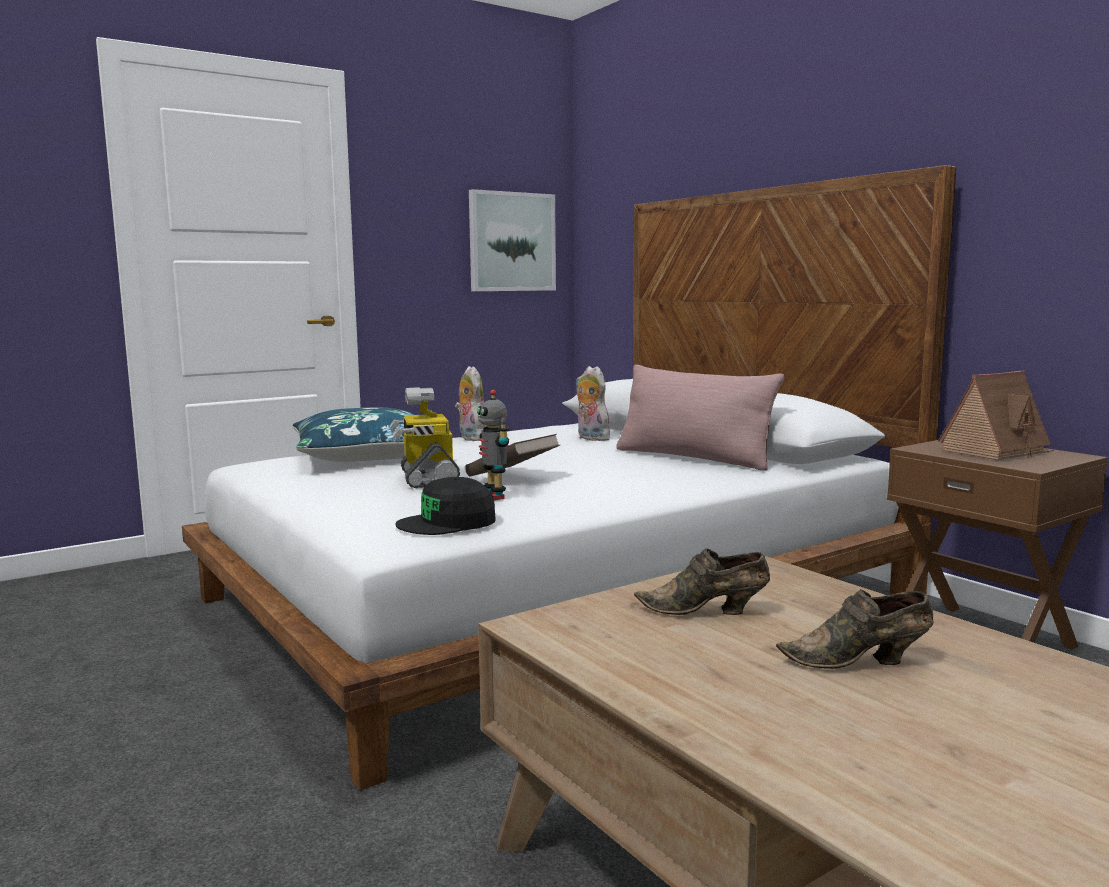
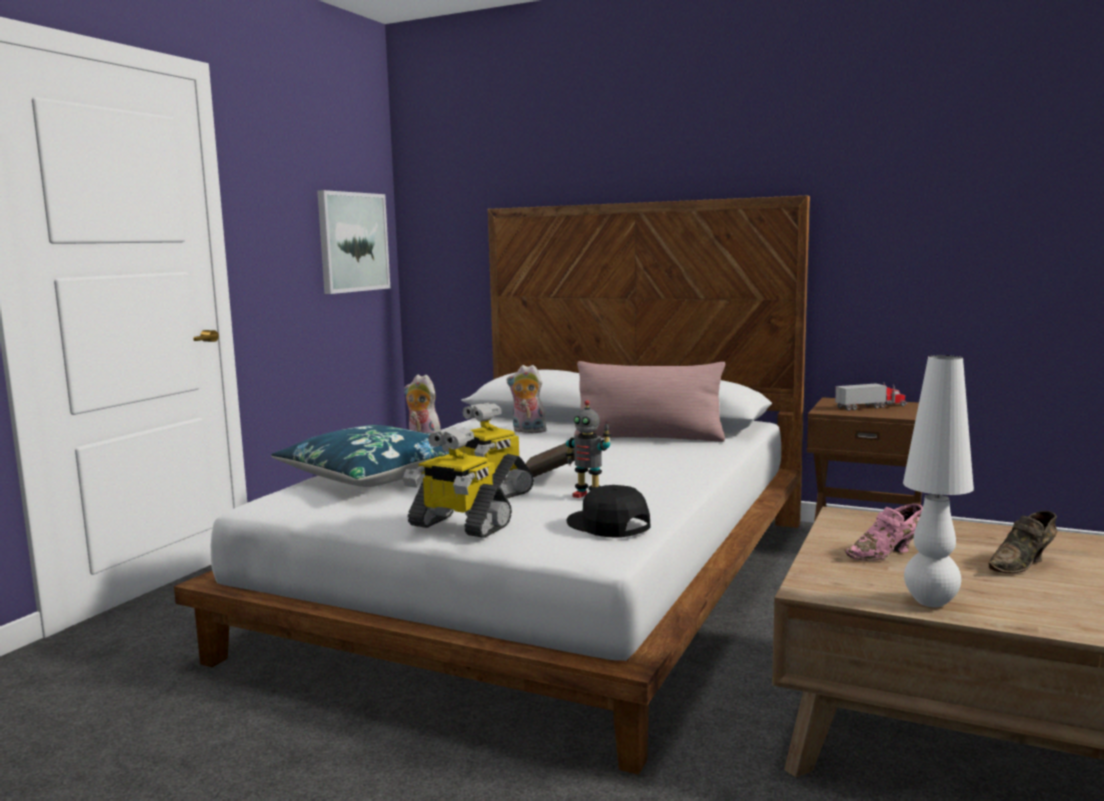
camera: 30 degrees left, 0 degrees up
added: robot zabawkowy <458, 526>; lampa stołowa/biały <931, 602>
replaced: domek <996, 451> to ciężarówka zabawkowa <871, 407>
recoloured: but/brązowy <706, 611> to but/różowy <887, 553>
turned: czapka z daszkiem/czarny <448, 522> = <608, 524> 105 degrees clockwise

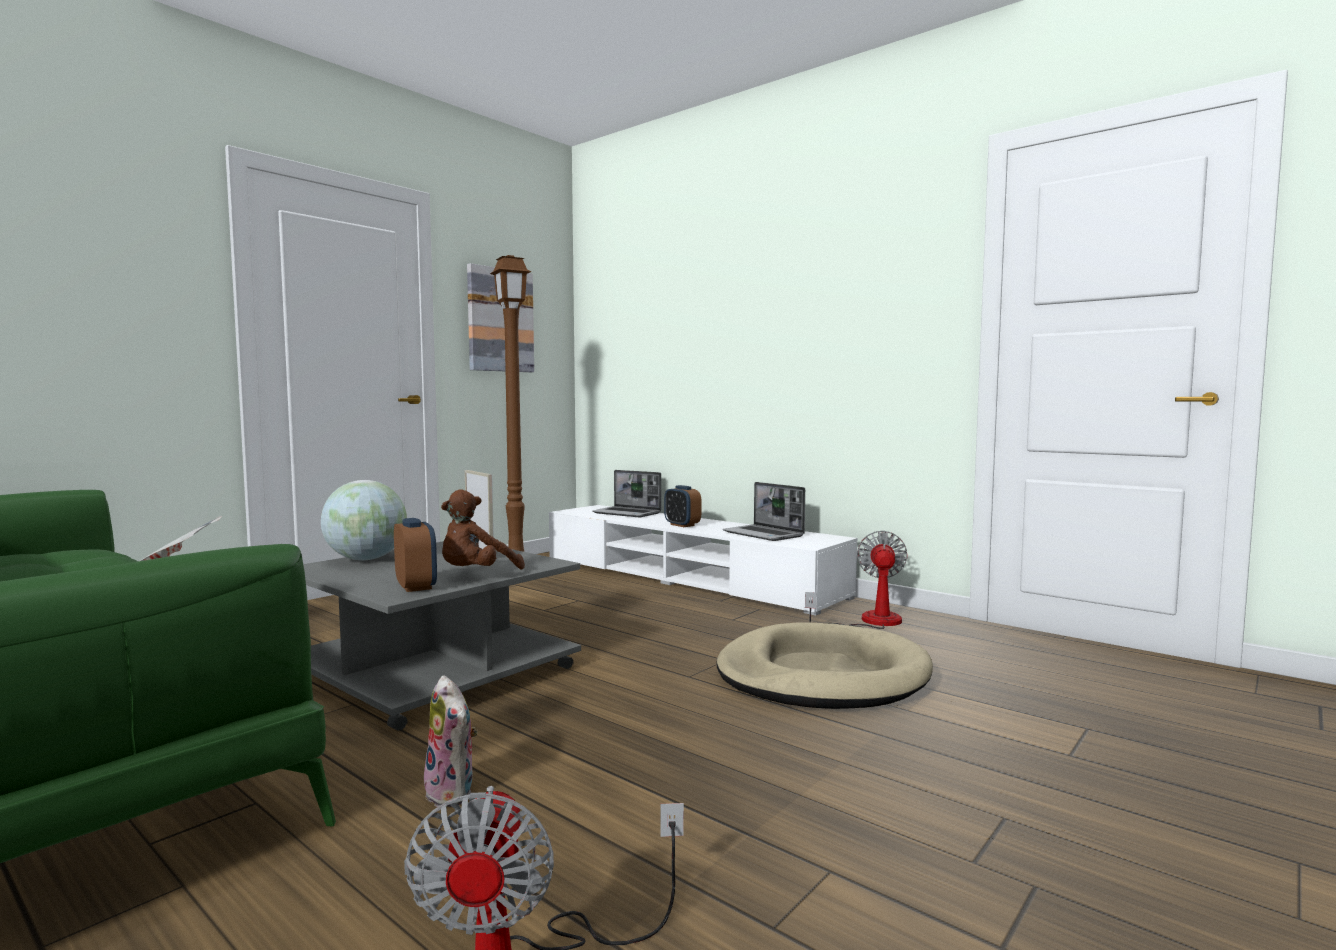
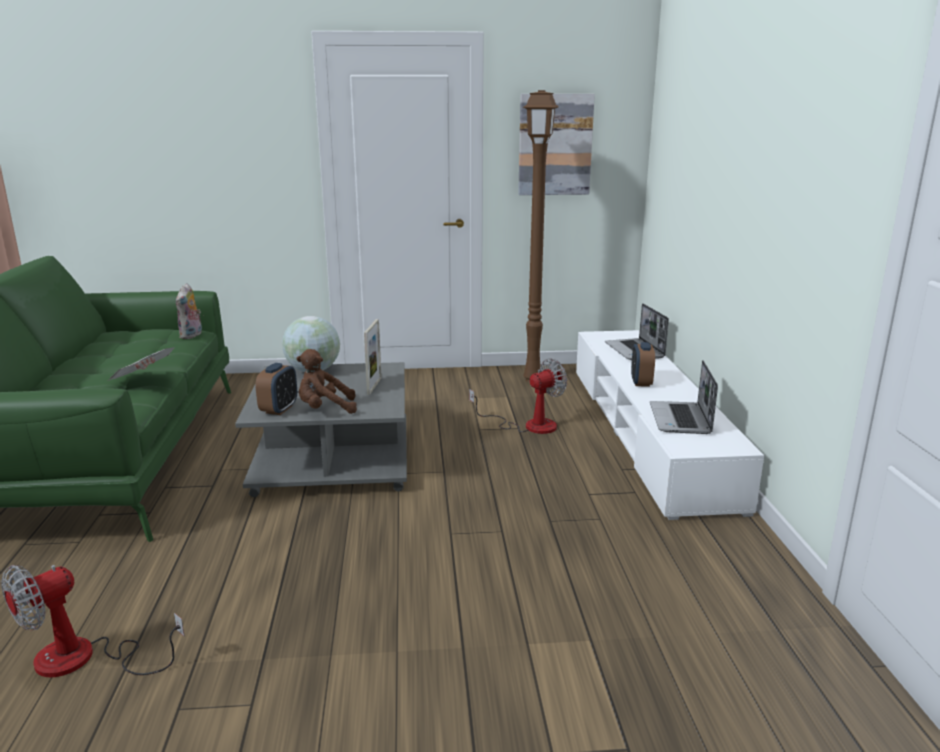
camera: 45 degrees right, 15 degrees up
removed: legowisko/beżowy <821, 676>
moved: pluszak <454, 793> to <192, 335>; wentylator <869, 622> to <529, 425>

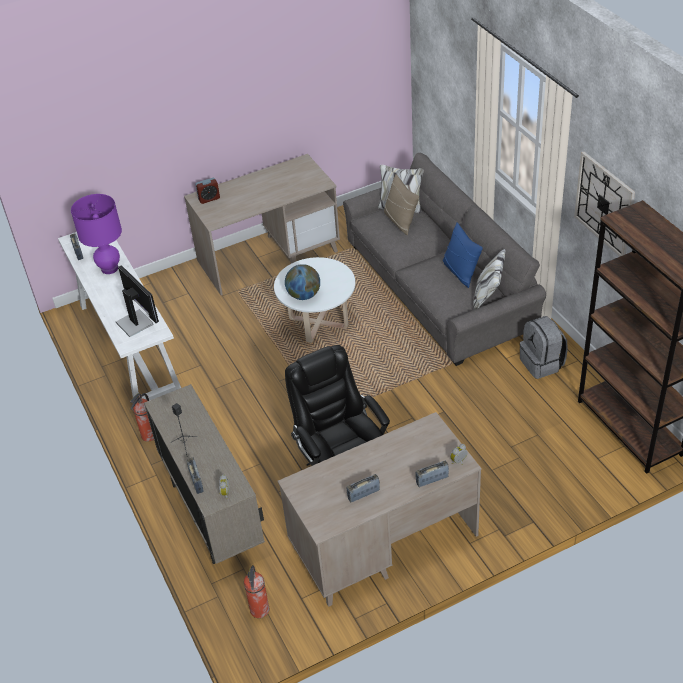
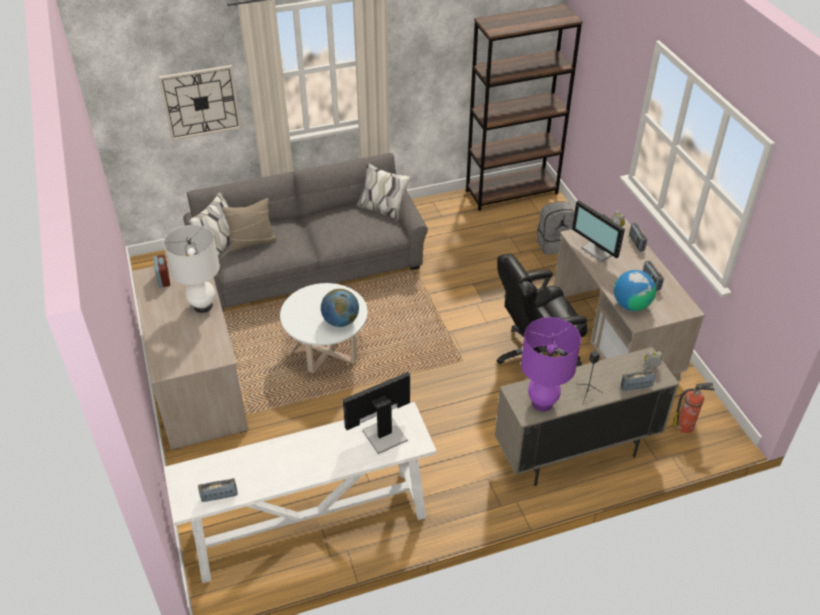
camera: 85 degrees left, 0 degrees up
removed: gaśnica <149, 436>; poduszka/niebieski <461, 272>
added: lampa stołowa/biały <203, 306>; monitor <599, 250>; globus <631, 305>
moved: lampa stołowa/fioletowy <109, 268> to <542, 403>; budzik <209, 199> to <164, 280>; plecak/szary <542, 364> to <554, 243>; zegar ścienny <604, 204> to <200, 102>

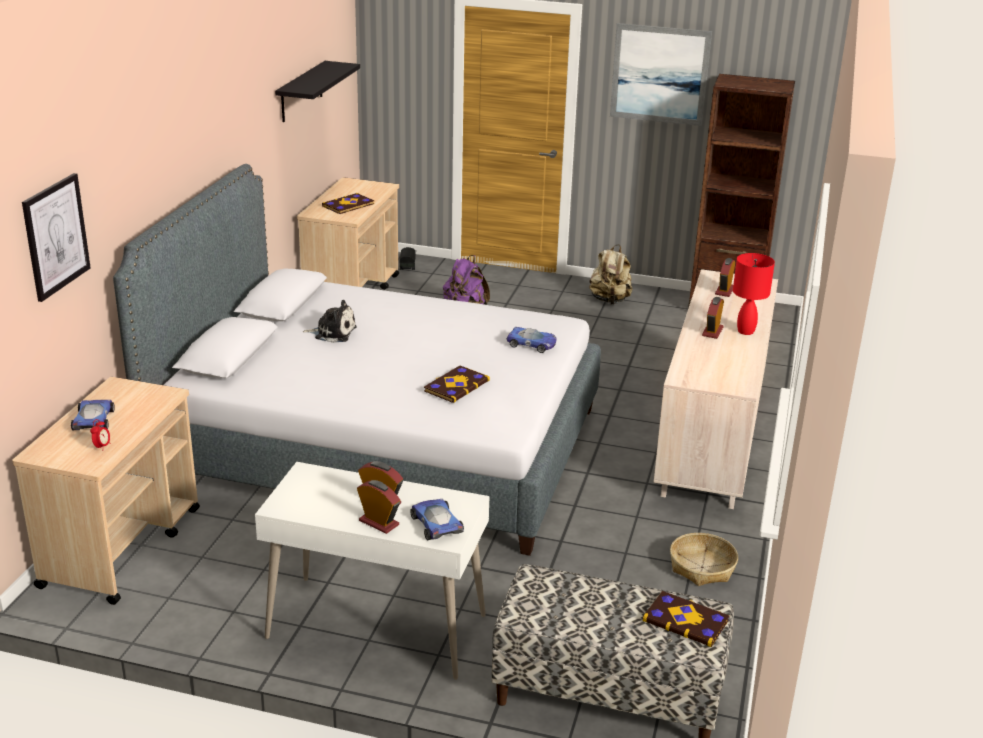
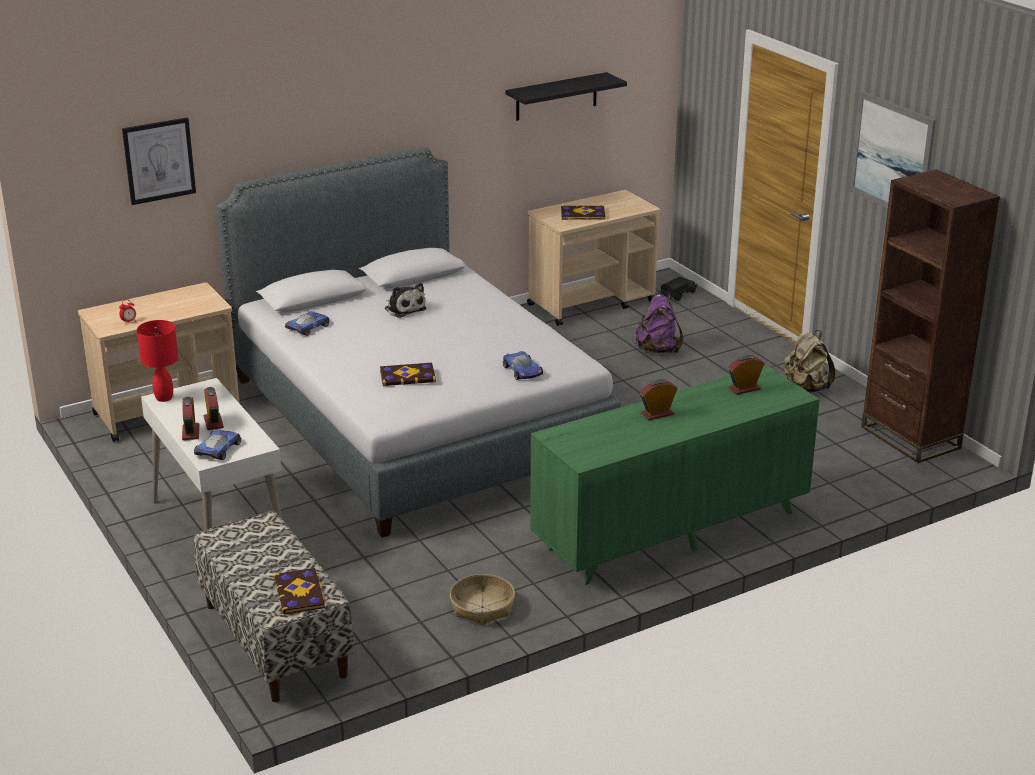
camera: 45 degrees right, 0 degrees up
moved: samochodzik <94, 420> to <308, 327>; lampa stołowa/czerwony <745, 331> to <164, 397>
recoloured: komoda/beżowy <711, 439> to komoda/zielony <671, 531>

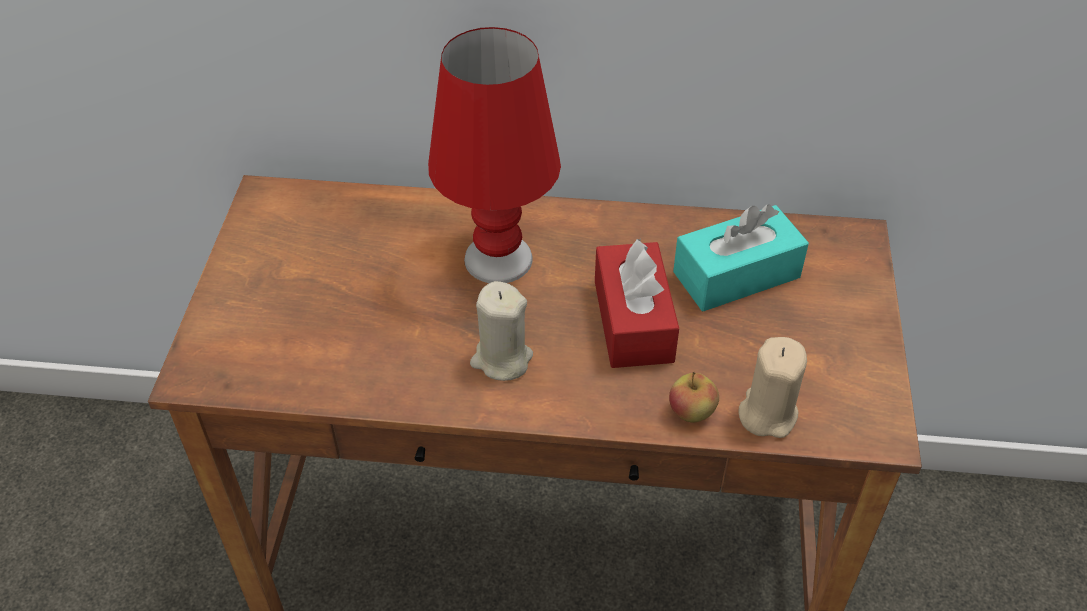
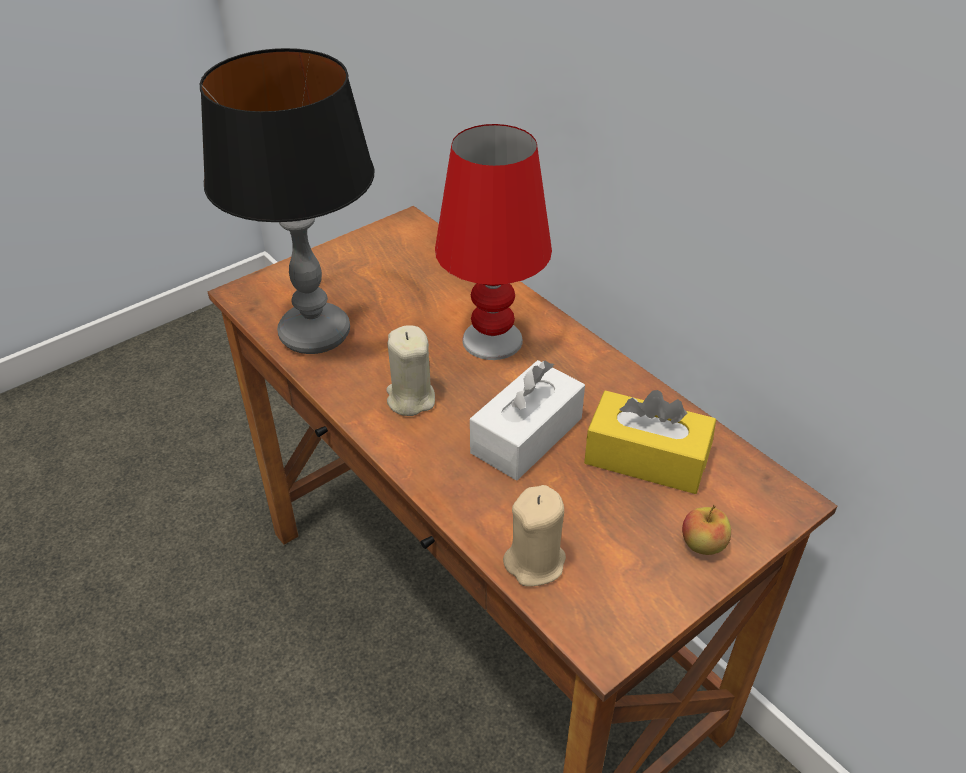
camera: 45 degrees right, 5 degrees down
added: lampa stołowa <314, 335>
moved: jabłko <691, 412> to <702, 545>
recoloured: pudełko chusteczek/czerwony <633, 321> to pudełko chusteczek/biały <526, 435>; pudełko chusteczek/turkusowy <736, 275> to pudełko chusteczek/żółty <646, 458>

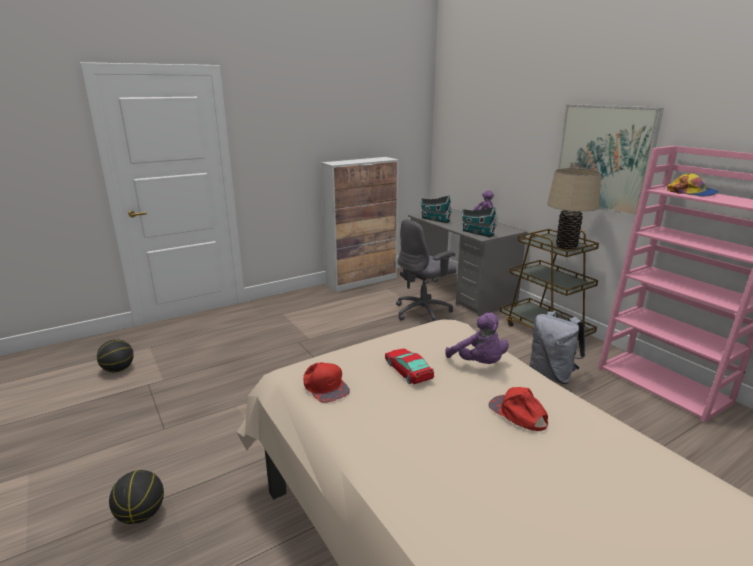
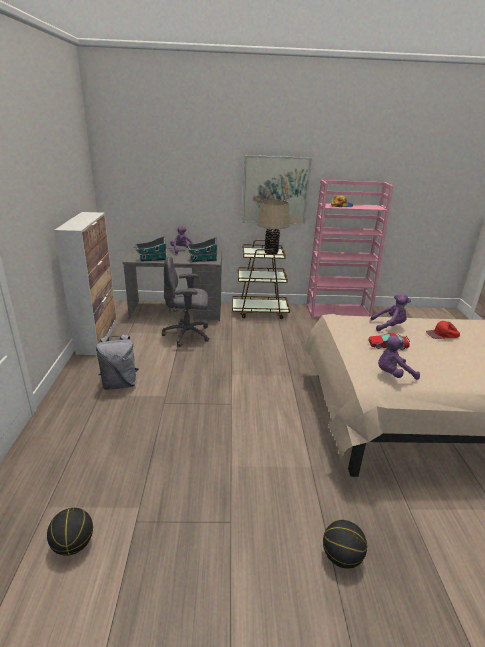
camera: 60 degrees left, 5 degrees up
moved: plecak/szary <552, 375> to <120, 384>
replaced: czapka z daszkiem/czerwony <325, 386> to pluszak/fioletowy <393, 374>
turned: krzesło biurowe/szary <423, 312> = <188, 335> 90 degrees clockwise

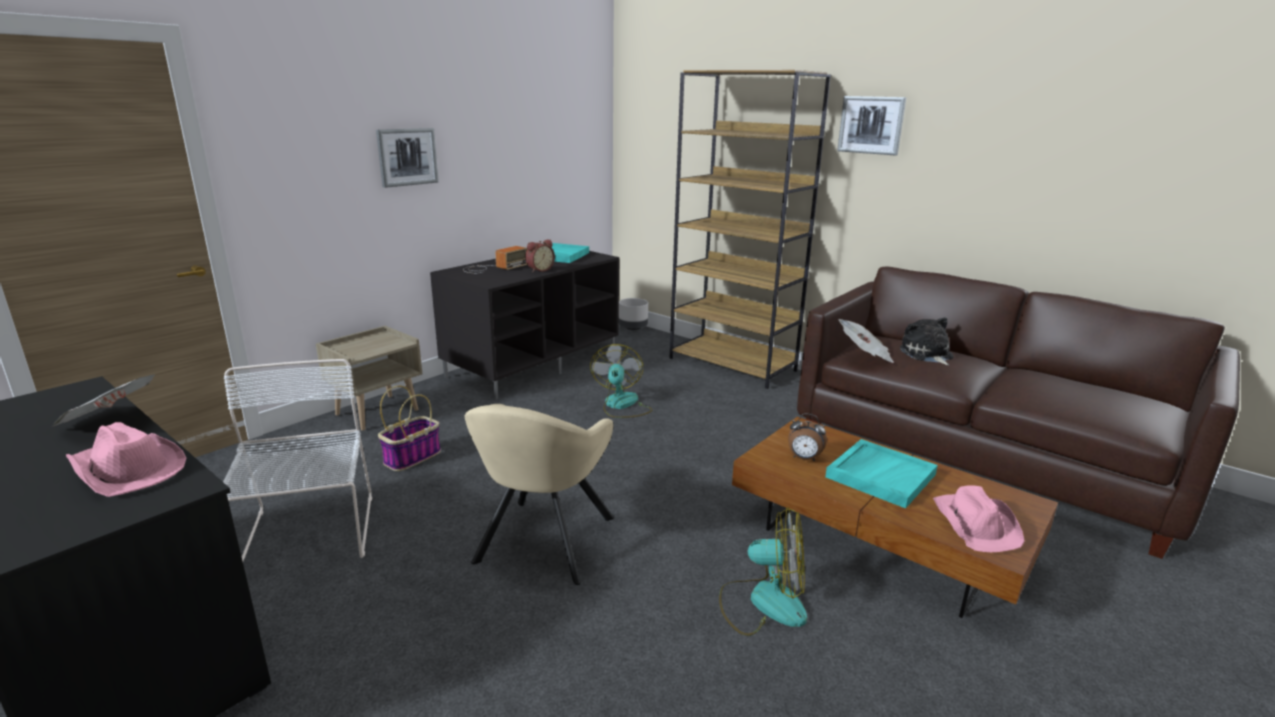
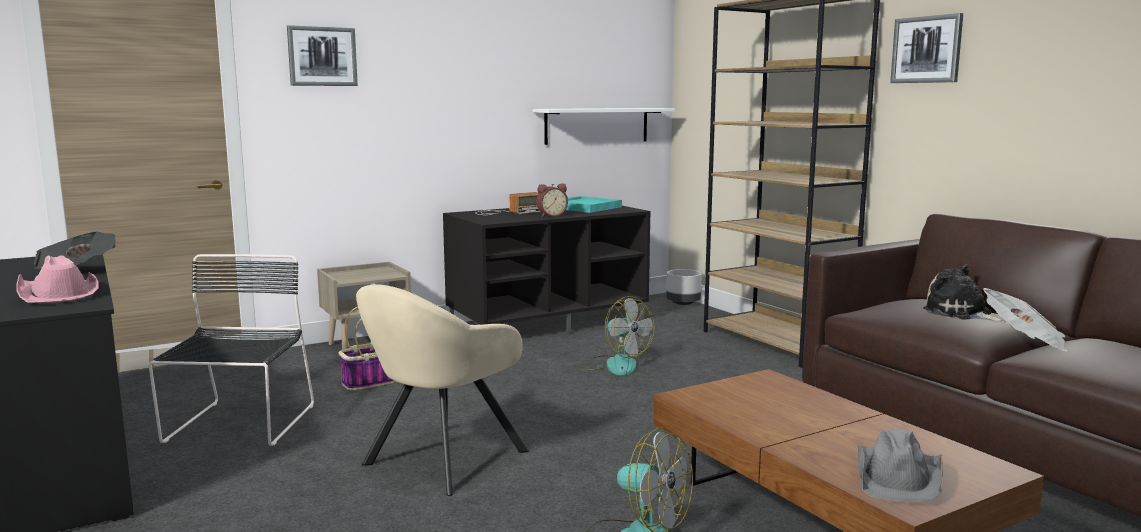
camera: 20 degrees right, 10 degrees down
removed: budzik <804, 458>; taca/turkusowy <880, 475>
added: półka/biały <597, 125>
moved: obraz <407, 157> to <322, 56>; gazeta <864, 355> to <1024, 341>
recoloured: krzesło/biały <308, 536> to krzesło/czarny <239, 425>; kapelusz/różowy <975, 523> to kapelusz/szary <899, 477>
turned: wentylator <621, 405> = <614, 365> 120 degrees clockwise; pluszak <927, 355> = <960, 314> 45 degrees counterclockwise

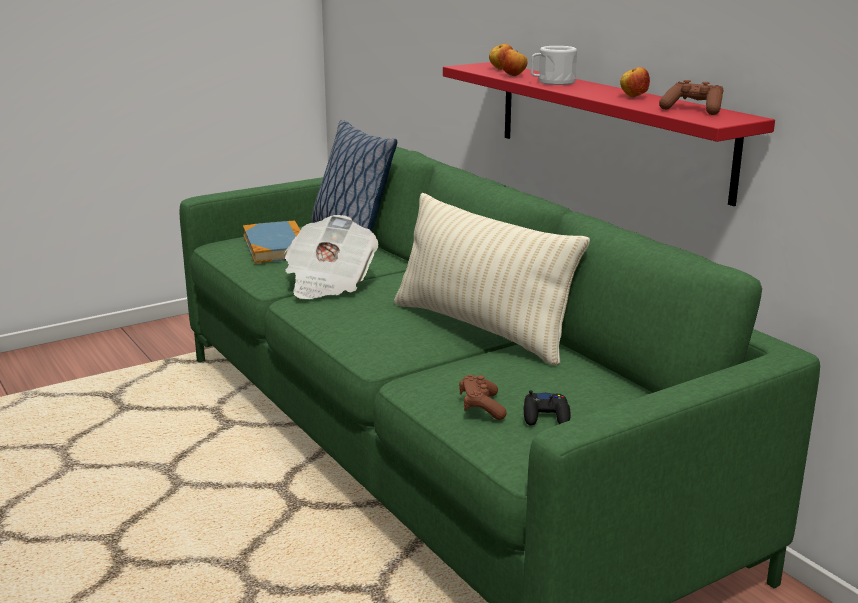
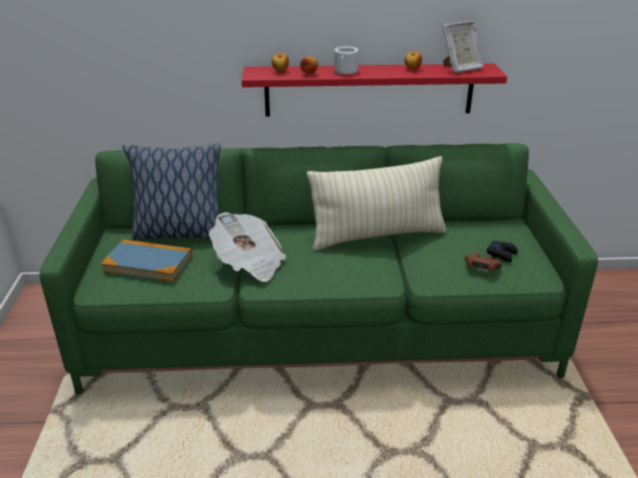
camera: 60 degrees left, 10 degrees up
replaced: pad do gier/brązowy <693, 110> to ramka na zdjęcie <460, 69>

